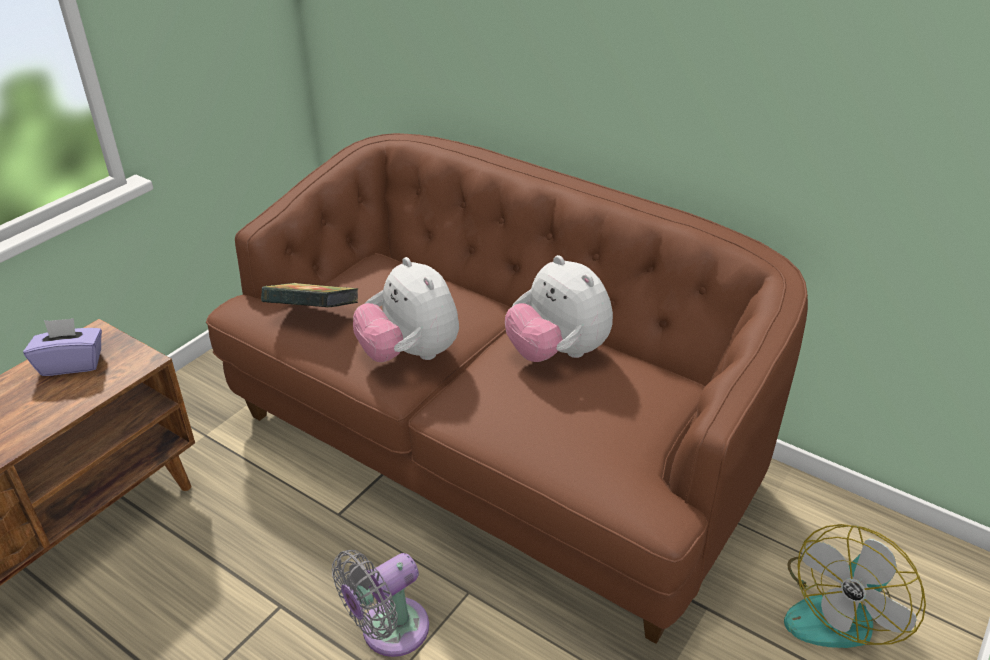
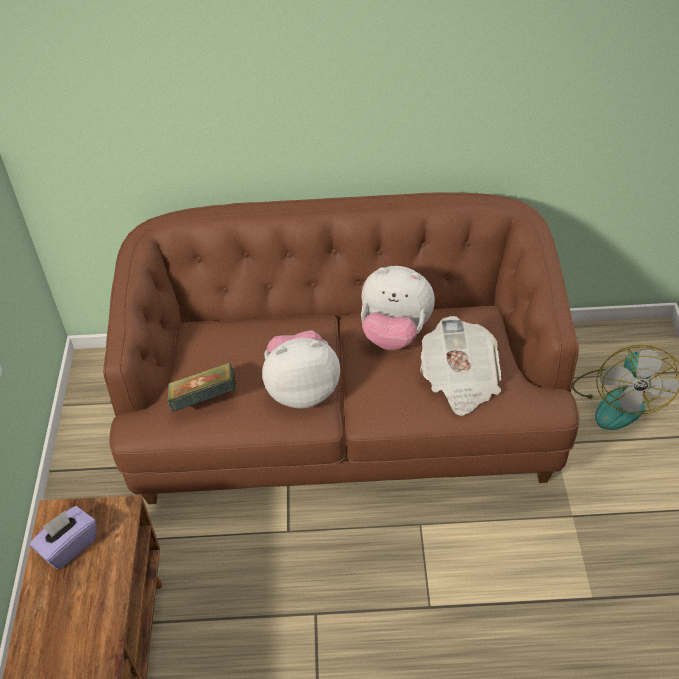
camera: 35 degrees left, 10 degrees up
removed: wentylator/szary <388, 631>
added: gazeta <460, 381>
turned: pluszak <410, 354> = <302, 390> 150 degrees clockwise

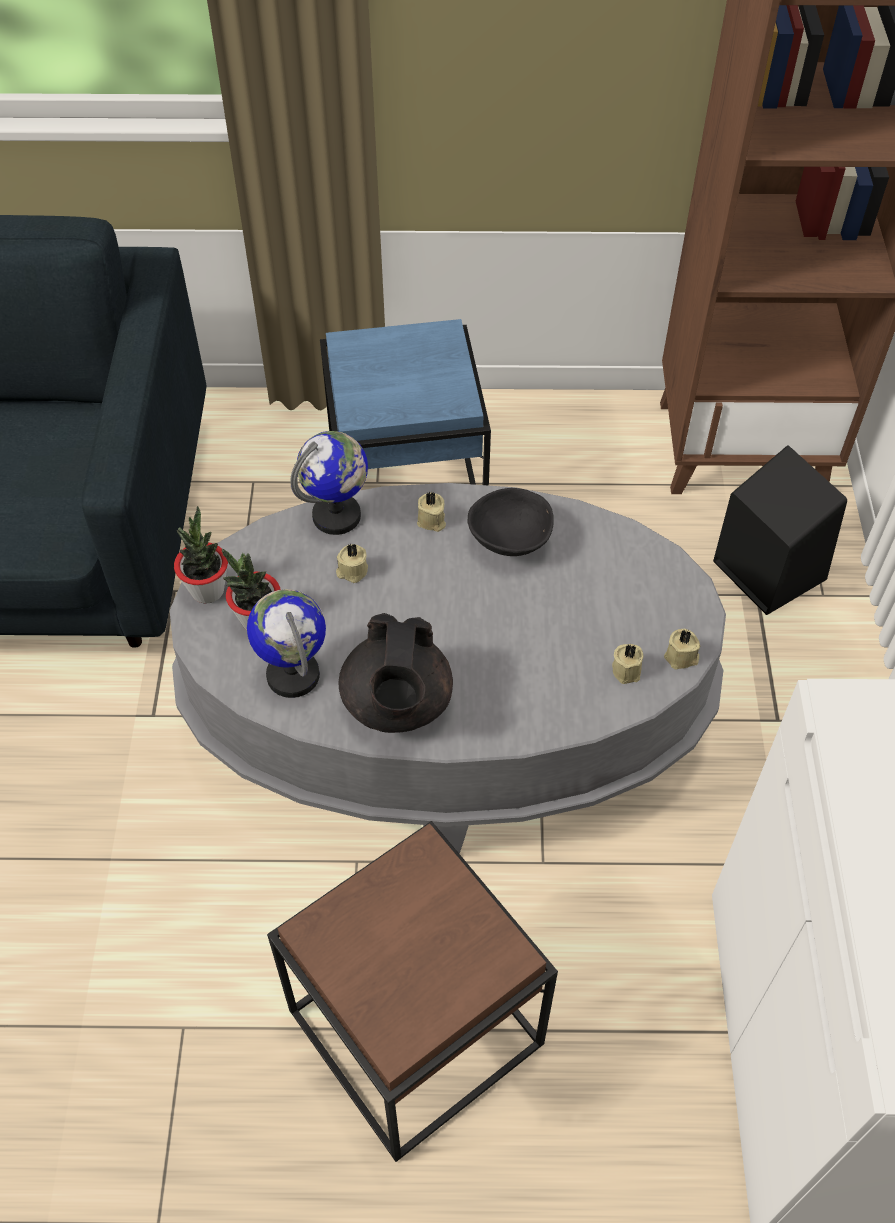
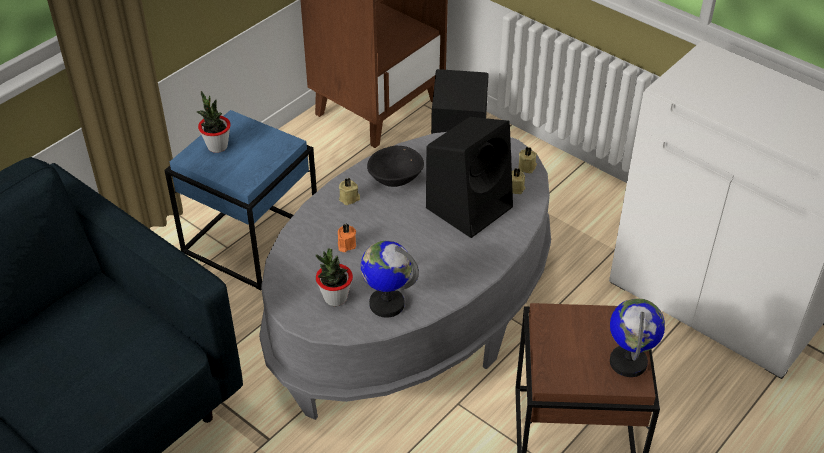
camera: 50 degrees left, 10 degrees down
removed: imbryk/czarny <397, 704>
added: głośnik/czarny <470, 206>
moved: roślina doniczkowa <207, 590> to <217, 146>; globus <337, 516> to <628, 362>
recoloured: świeca/beżowy <352, 571> to świeca/pomarańczowy <346, 245>

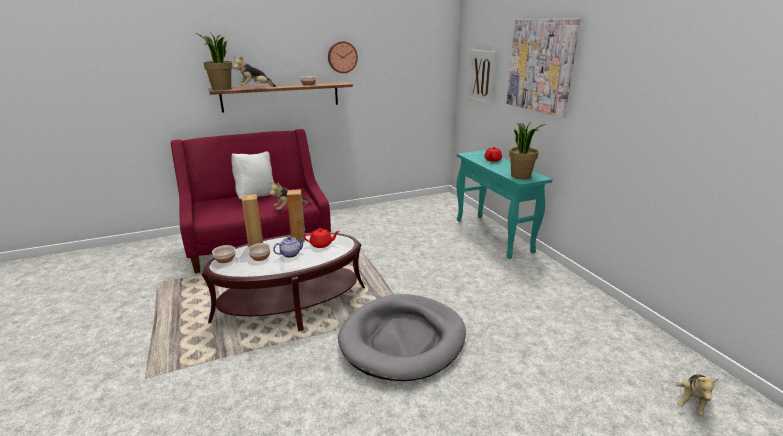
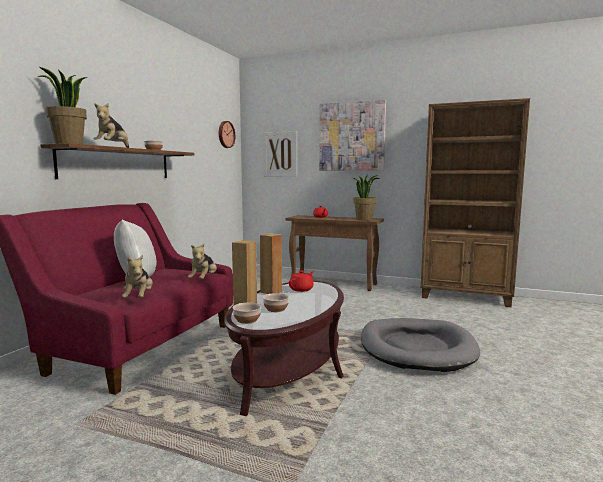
camera: 45 degrees left, 15 degrees down
removed: imbryk <291, 254>
added: regał/brązowy <466, 297>
moved: zegar ścienny <342, 57> to <225, 134>; pluszak <691, 402> to <139, 298>
recoloured: stolik konsolowy/turkusowy <493, 236> to stolik konsolowy/brązowy <334, 283>

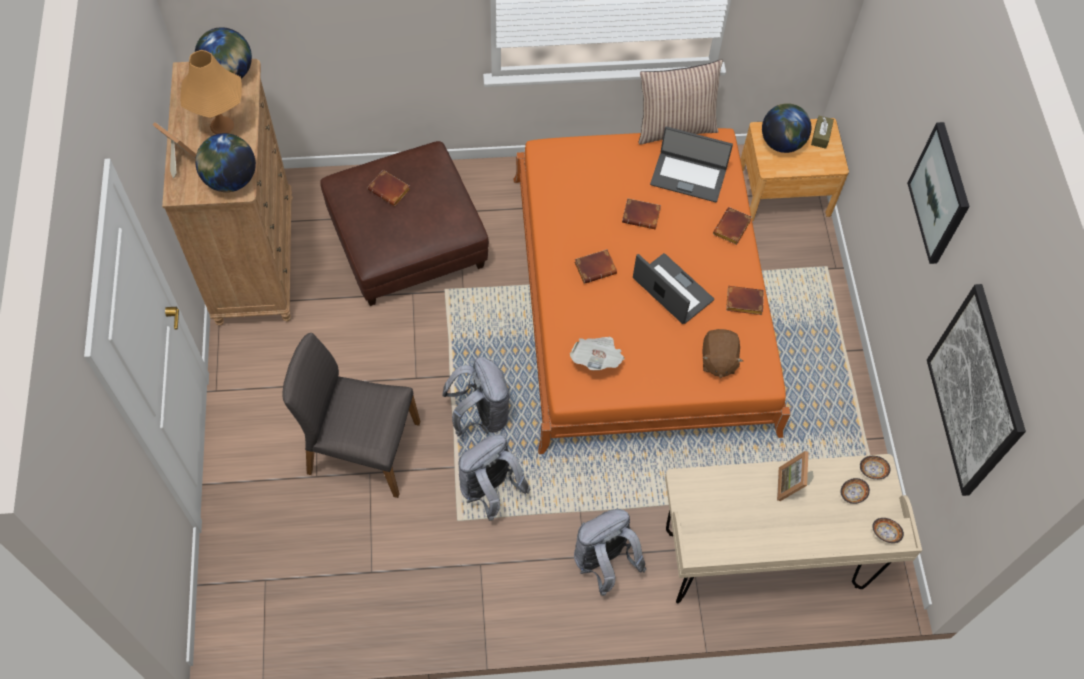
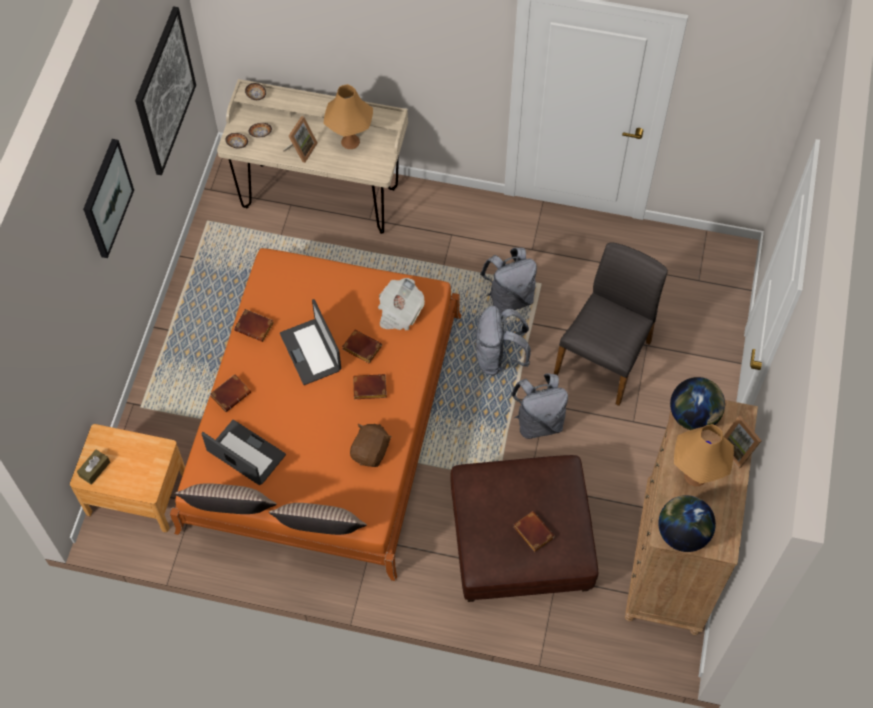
camera: 160 degrees left, 0 degrees up
removed: globus <782, 142>
added: poduszka <321, 533>; lampa stołowa/pomarańczowy <350, 141>
moved: plecak/szary <603, 563> to <538, 422>; książka/brązowy <642, 215> to <360, 348>; pluszak/brązowy <718, 360> to <371, 451>
turned: krzesło/szary <362, 449> = <605, 357> 90 degrees counterclockwise

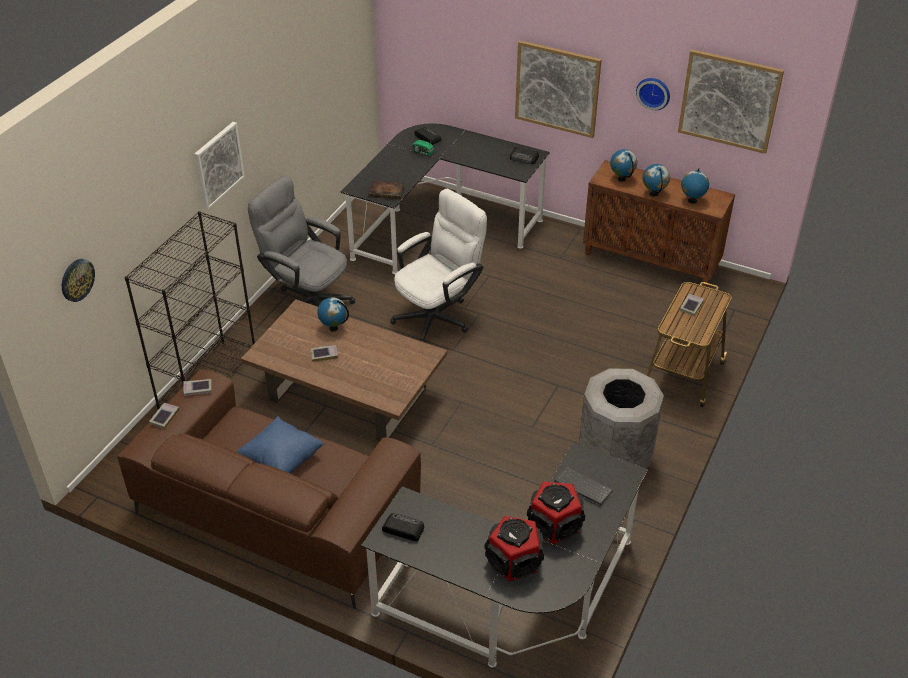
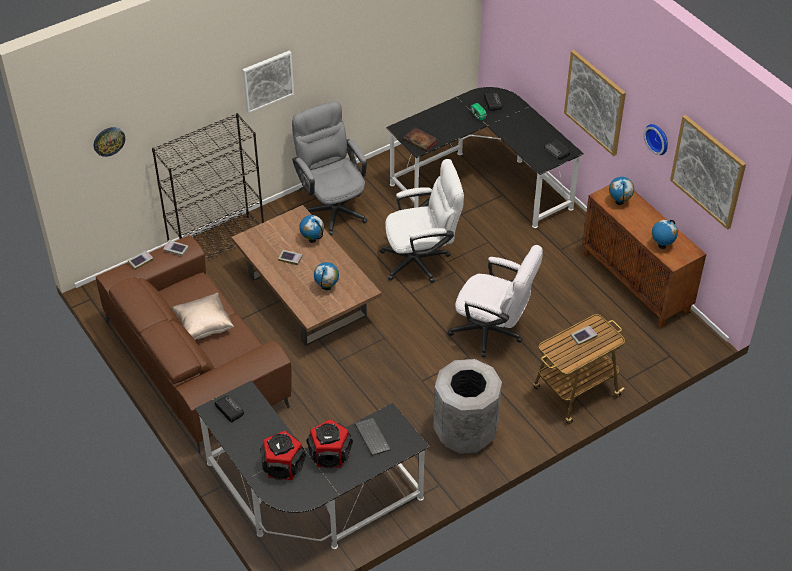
camera: 30 degrees right, 5 degrees up
added: krzesło biurowe/biały <493, 333>
moved: globus <654, 194> to <327, 287>
recoloured: poduszka/niebieski <281, 461> to poduszka/beżowy <204, 326>

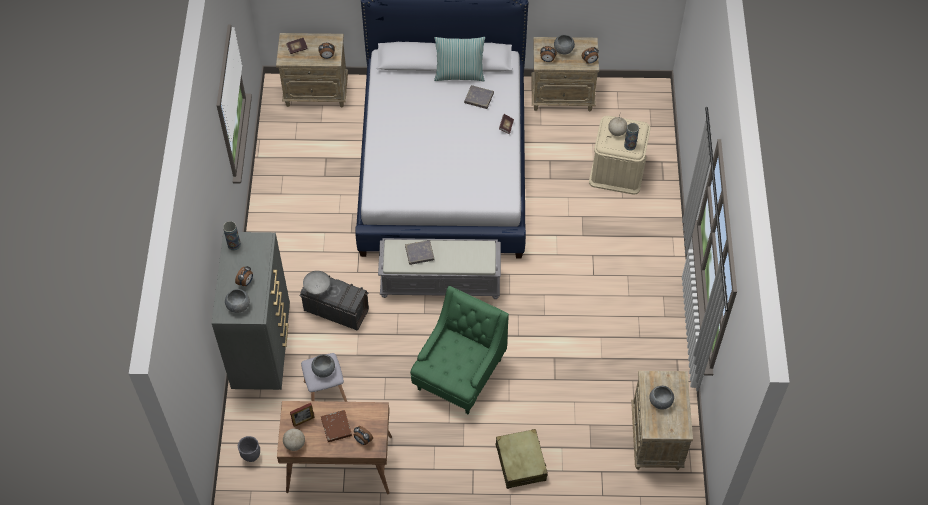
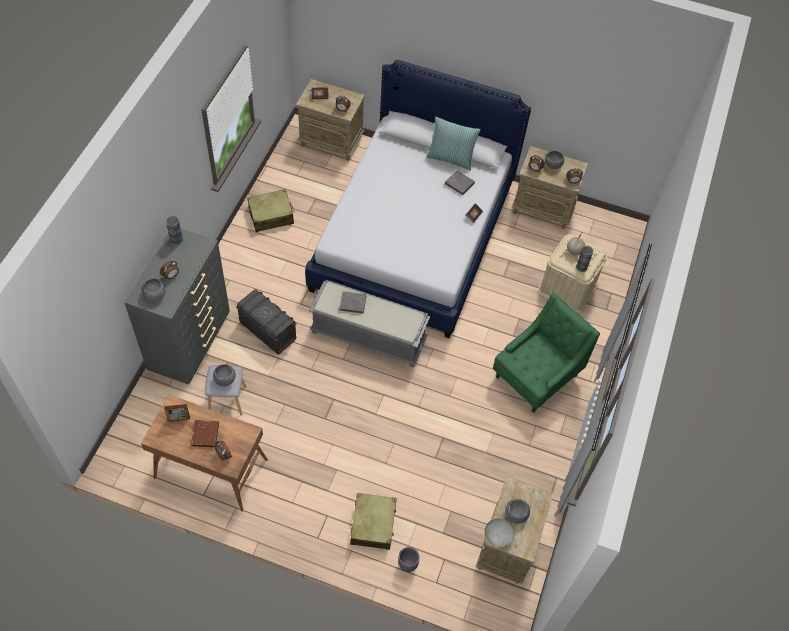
camera: 15 degrees right, 0 degrees up
removed: globus <295, 444>
added: walizka/beżowy <271, 215>
moved: donica/szary <251, 456> to <408, 565>; miska/szary <317, 287> to <497, 537>; fotel/zielony <459, 375> to <535, 377>

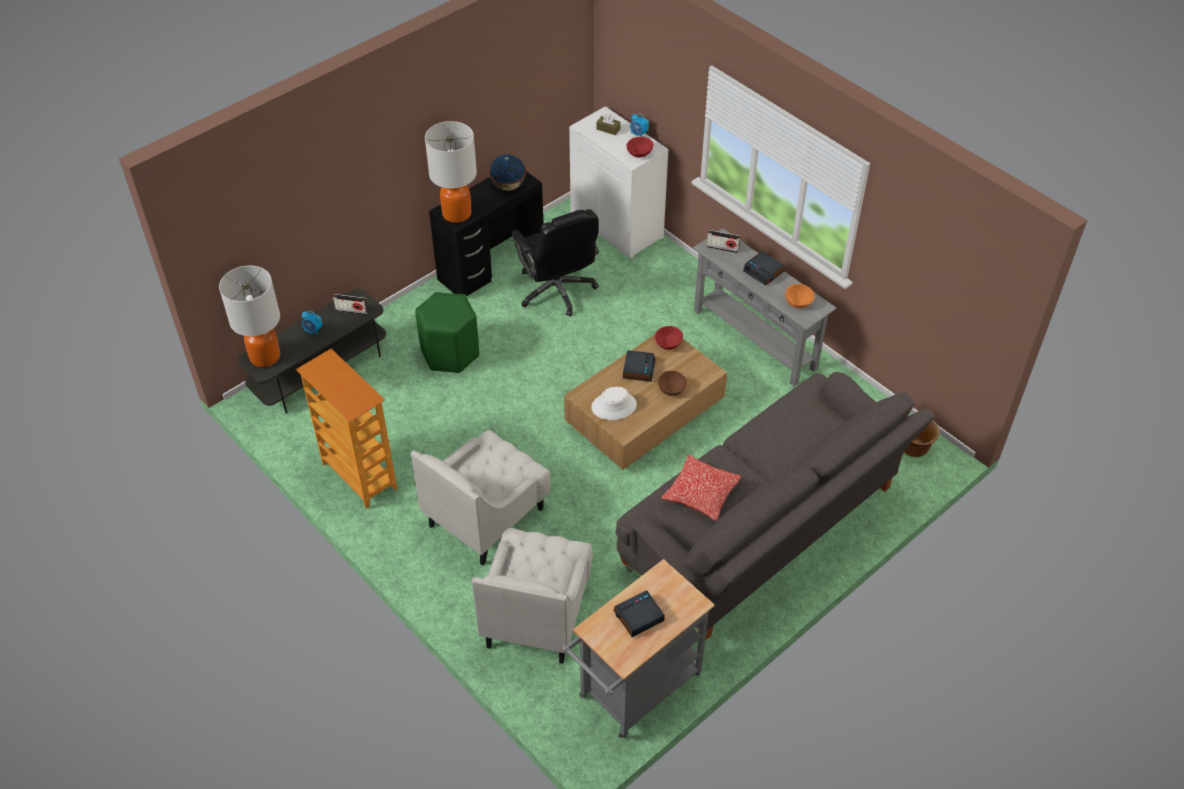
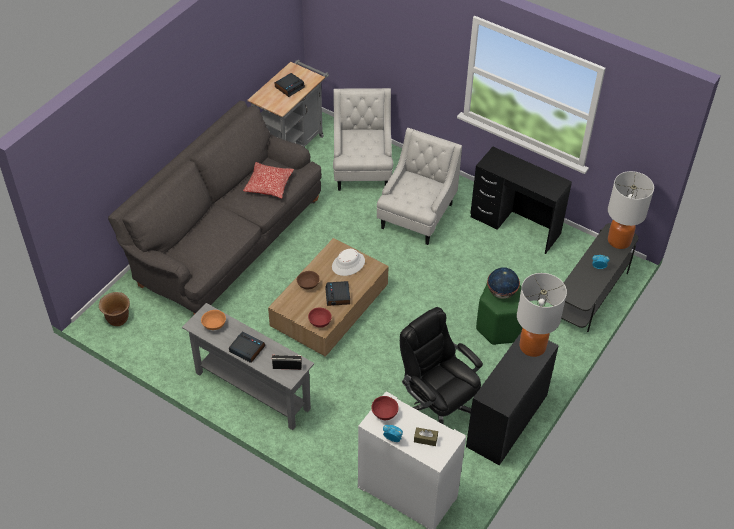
camera: 165 degrees right, 0 degrees up
removed: radio <351, 311>
moved: globus <508, 186> to <501, 293>
replaced: regał <358, 476> to biurko/czarny <515, 225>

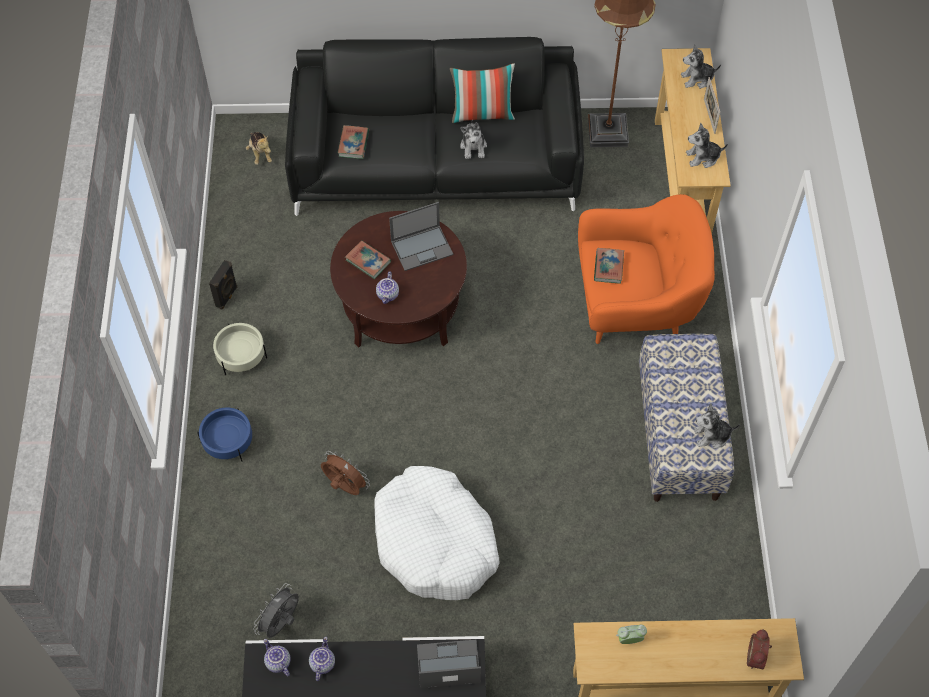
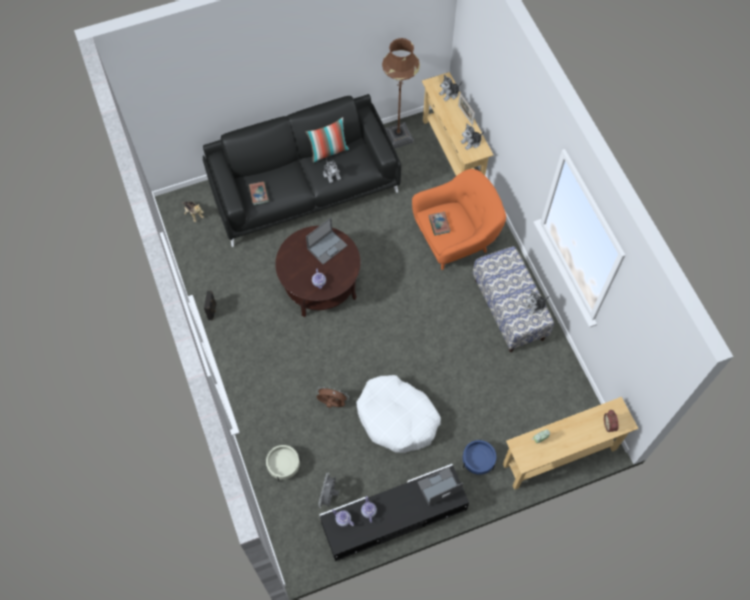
camera: 20 degrees left, 5 degrees up
removed: książka <368, 261>
moved: donica/niebieski <228, 441> to <478, 460>; donica/beżowy <241, 356> to <283, 465>

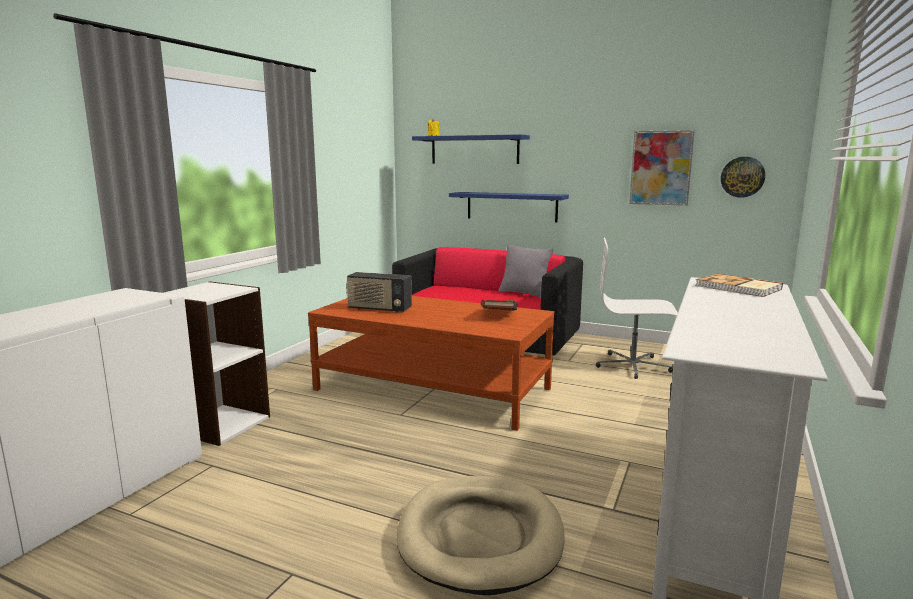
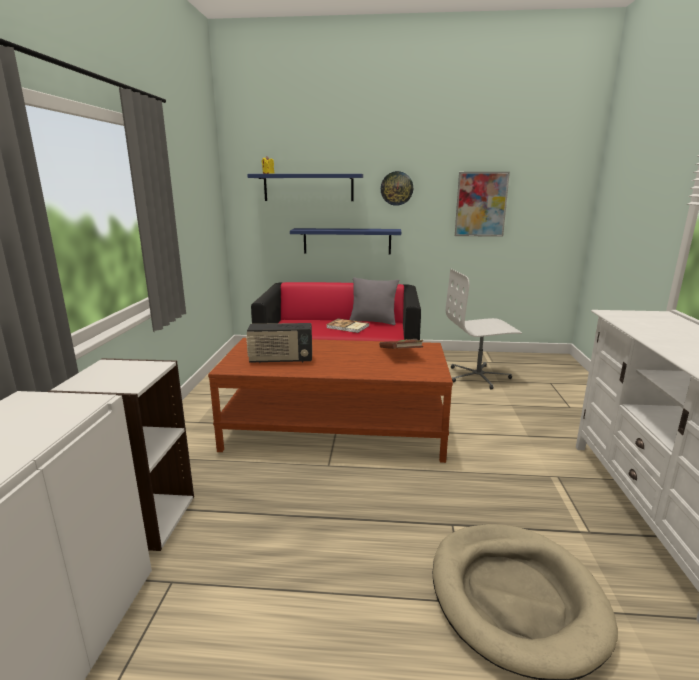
camera: 20 degrees left, 5 degrees up
moved: książka <738, 288> to <347, 327>; zegar ścienny <742, 177> to <396, 188>

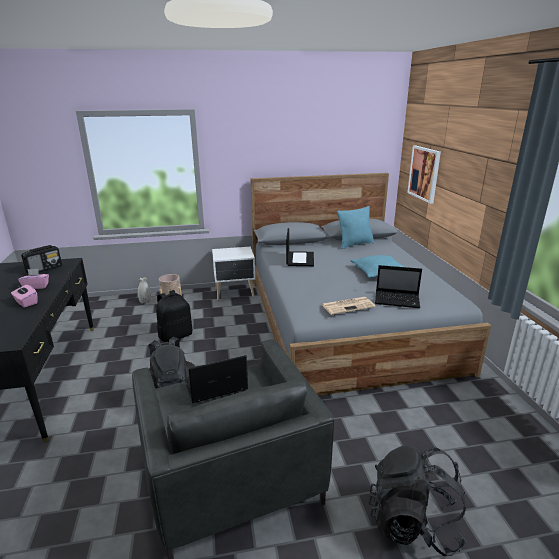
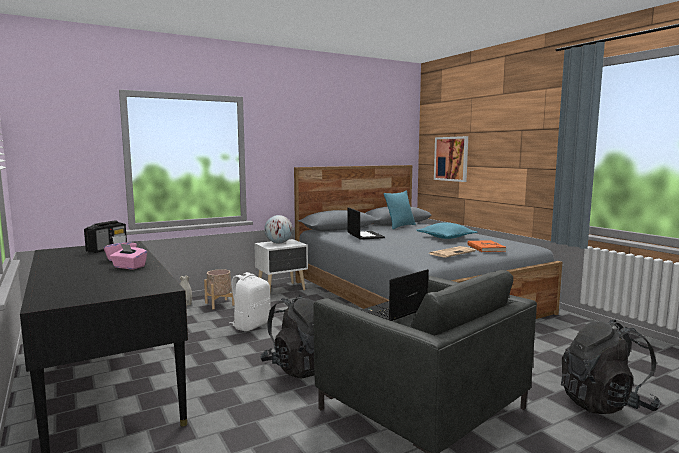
camera: 20 degrees left, 15 degrees down
added: globus <278, 243>
replaced: laptop <398, 300> to książka/pomarańczowy <485, 248>
recoloured: plecak/czarny <175, 336> to plecak/biały <251, 325>

